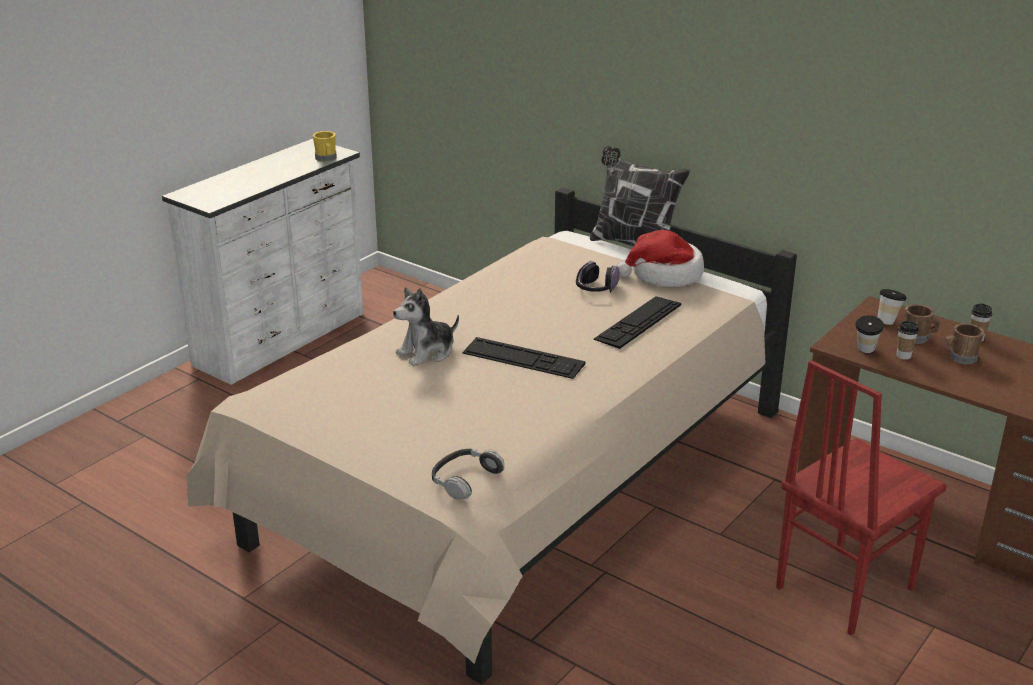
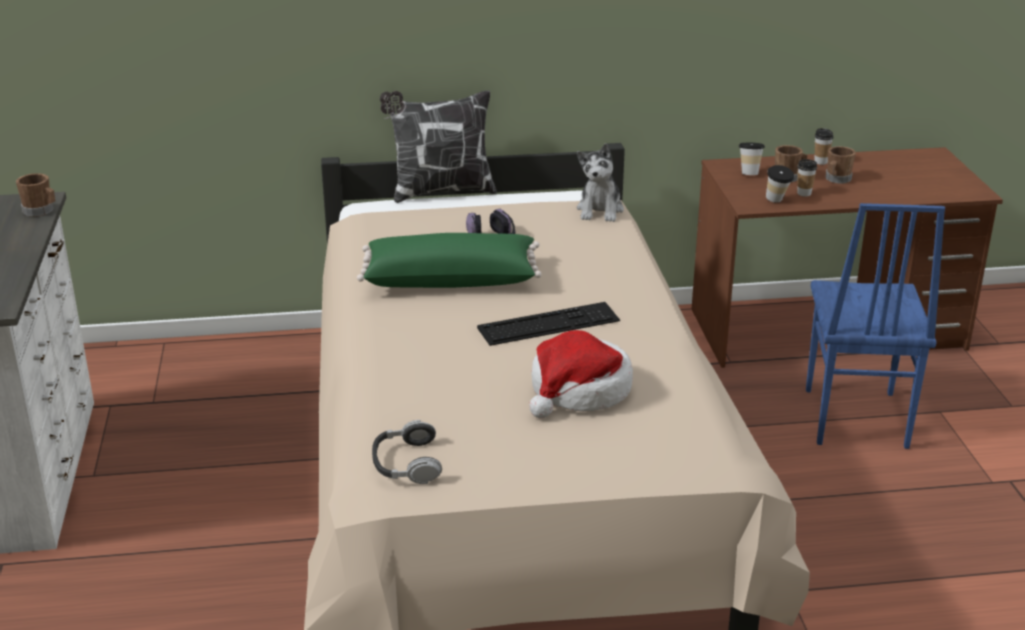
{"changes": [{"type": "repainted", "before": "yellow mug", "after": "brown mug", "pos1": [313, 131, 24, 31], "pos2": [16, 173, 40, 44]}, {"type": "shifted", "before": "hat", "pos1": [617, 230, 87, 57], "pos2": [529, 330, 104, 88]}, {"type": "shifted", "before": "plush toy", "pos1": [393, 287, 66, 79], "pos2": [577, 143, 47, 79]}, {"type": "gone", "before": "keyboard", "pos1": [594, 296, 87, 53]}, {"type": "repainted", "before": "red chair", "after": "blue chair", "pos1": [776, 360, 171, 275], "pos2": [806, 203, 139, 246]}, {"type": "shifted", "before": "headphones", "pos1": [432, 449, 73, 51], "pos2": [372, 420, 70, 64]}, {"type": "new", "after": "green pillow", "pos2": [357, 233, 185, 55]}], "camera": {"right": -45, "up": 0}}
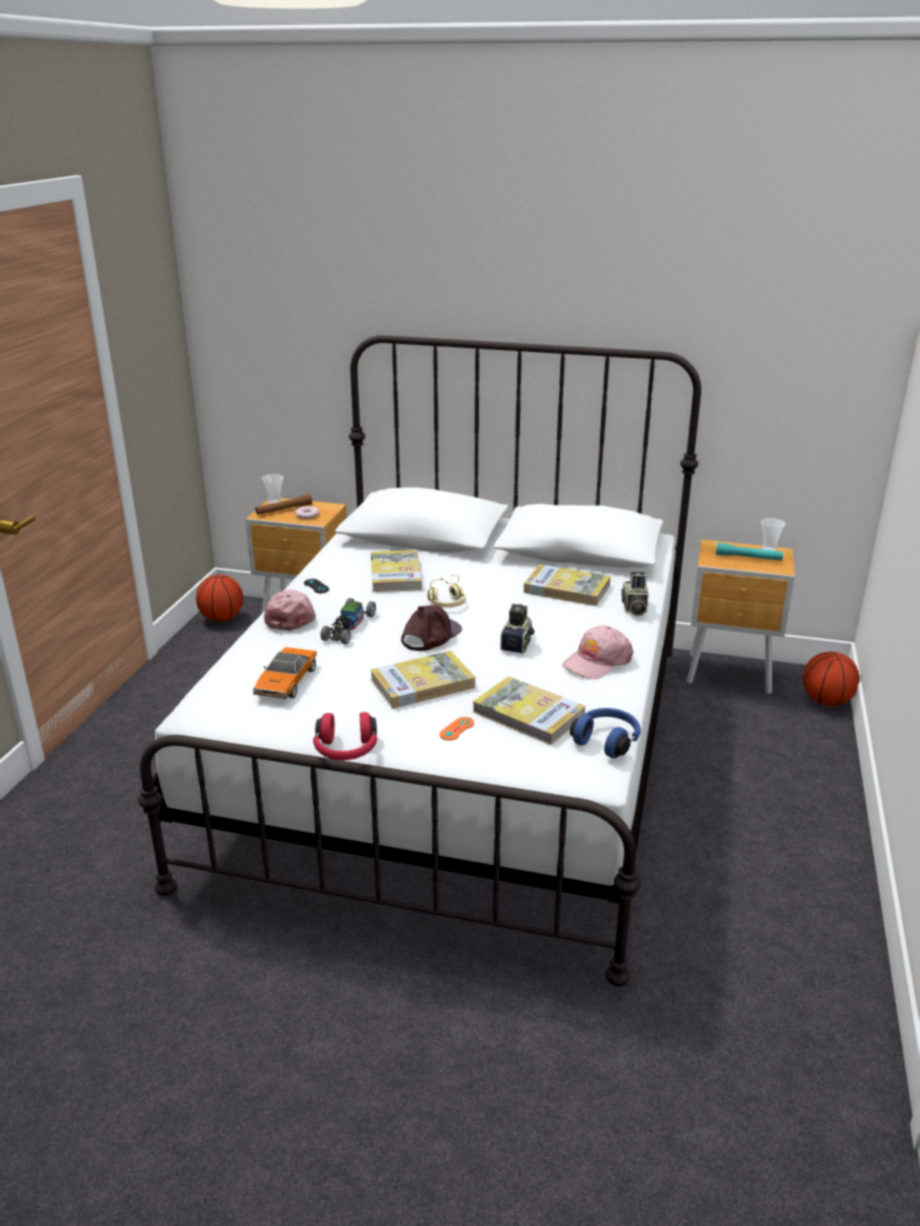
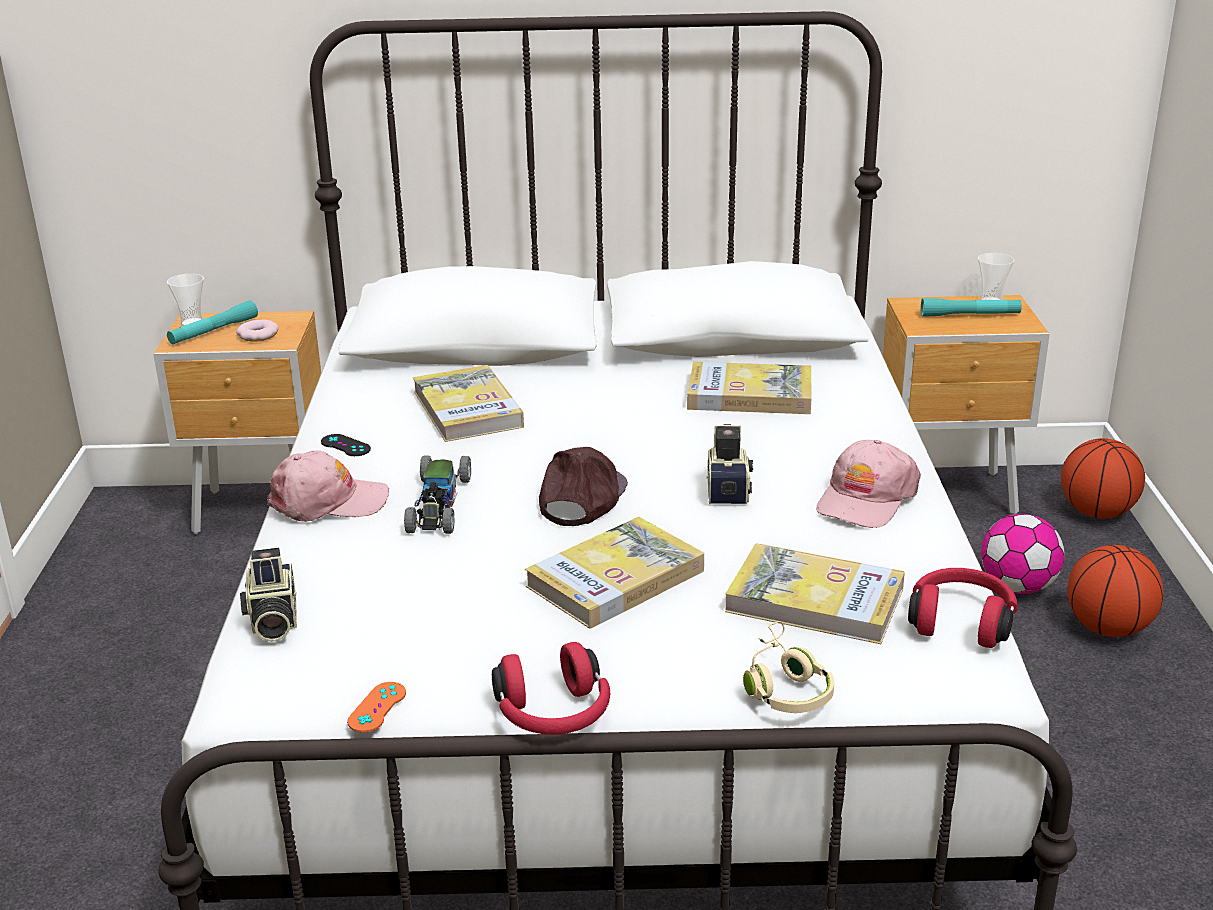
{"changes": [{"type": "repainted", "before": "brown flashlight", "after": "turquoise flashlight", "pos1": [255, 494, 57, 21], "pos2": [167, 300, 91, 44]}, {"type": "shifted", "before": "photo camera", "pos1": [621, 572, 28, 44], "pos2": [240, 548, 57, 94]}, {"type": "shifted", "before": "basketball", "pos1": [196, 575, 47, 47], "pos2": [1067, 545, 96, 92]}, {"type": "shifted", "before": "beige headphones", "pos1": [428, 575, 38, 33], "pos2": [743, 621, 91, 92]}, {"type": "rotated", "before": "pink cap", "pos1": [264, 589, 52, 42], "pos2": [267, 451, 122, 71], "turn": 105}, {"type": "gone", "before": "toy car", "pos1": [253, 647, 64, 52]}, {"type": "repainted", "before": "blue headphones", "after": "red headphones", "pos1": [570, 708, 71, 50], "pos2": [908, 568, 110, 80]}, {"type": "shifted", "before": "orange game controller", "pos1": [440, 717, 34, 24], "pos2": [347, 682, 59, 50]}, {"type": "new", "after": "football", "pos2": [981, 514, 84, 80]}], "camera": {"right": -15, "up": 0}}
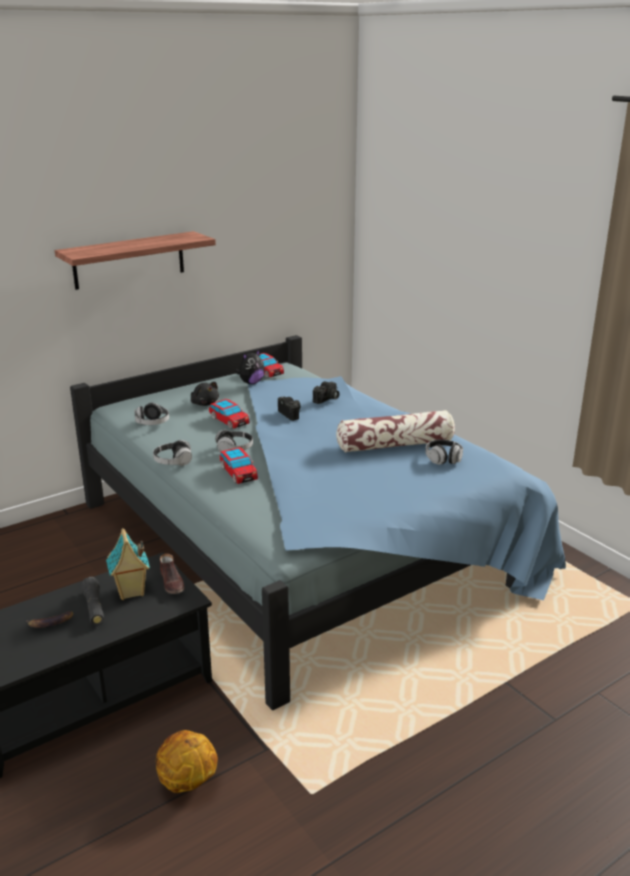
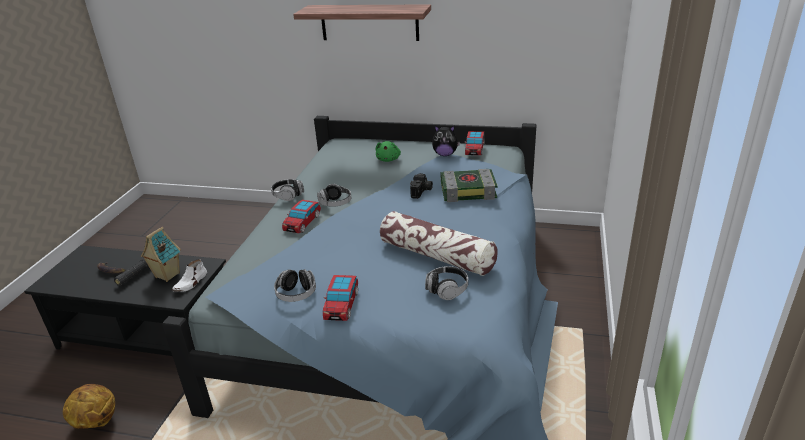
{"changes": [{"type": "swapped", "before": "photo camera", "after": "book", "pos1": [313, 381, 27, 23], "pos2": [441, 169, 57, 33]}, {"type": "repainted", "before": "black plush toy", "after": "green plush toy", "pos1": [191, 382, 28, 24], "pos2": [376, 141, 25, 21]}, {"type": "shifted", "before": "toy car", "pos1": [209, 399, 41, 30], "pos2": [323, 275, 35, 46]}, {"type": "shifted", "before": "headphones", "pos1": [134, 403, 35, 22], "pos2": [274, 269, 42, 33]}, {"type": "repainted", "before": "brown shoe", "after": "white shoe", "pos1": [160, 554, 25, 40], "pos2": [172, 259, 35, 33]}], "camera": {"right": 50, "up": 5}}
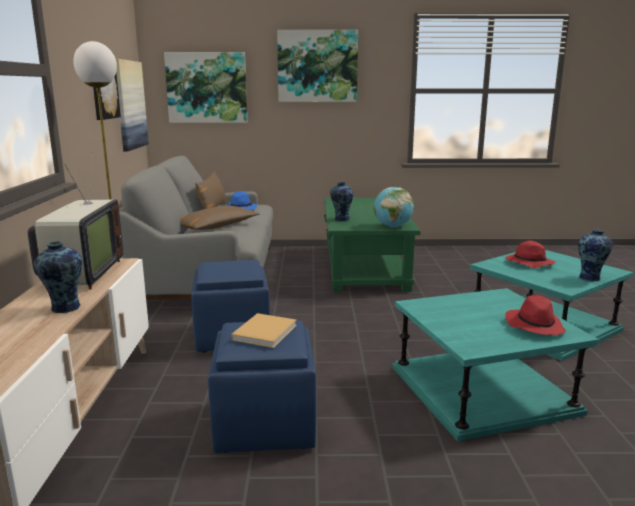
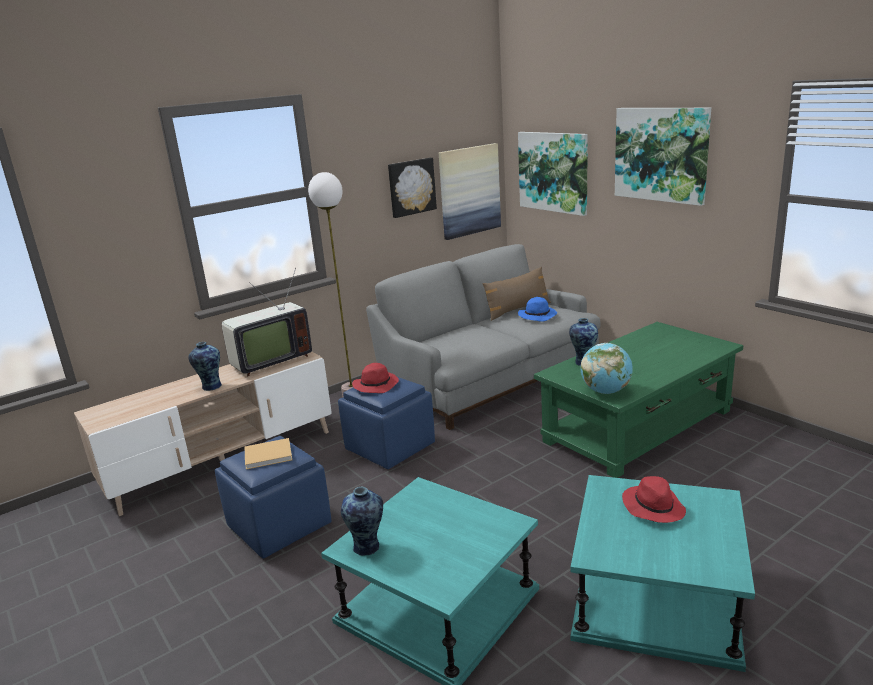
{"changes": [{"type": "gone", "before": "brown pillow", "pos1": [180, 206, 80, 24]}, {"type": "shifted", "before": "vase", "pos1": [578, 229, 35, 52], "pos2": [341, 487, 42, 69]}, {"type": "shifted", "before": "red hat", "pos1": [505, 296, 61, 39], "pos2": [352, 363, 47, 30]}], "camera": {"right": 55, "up": 5}}
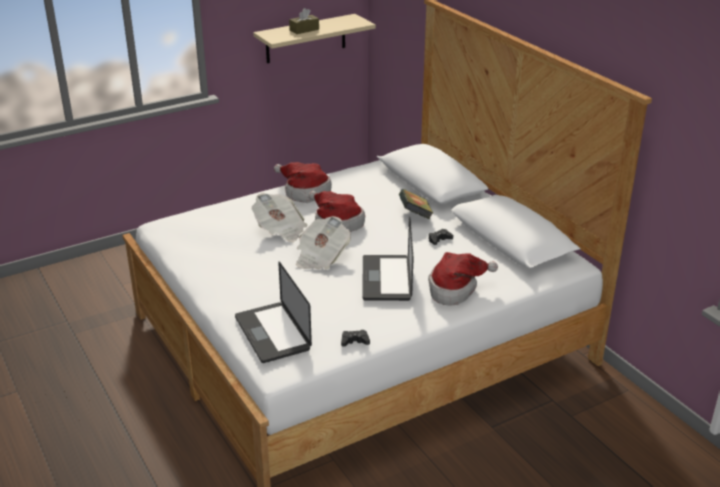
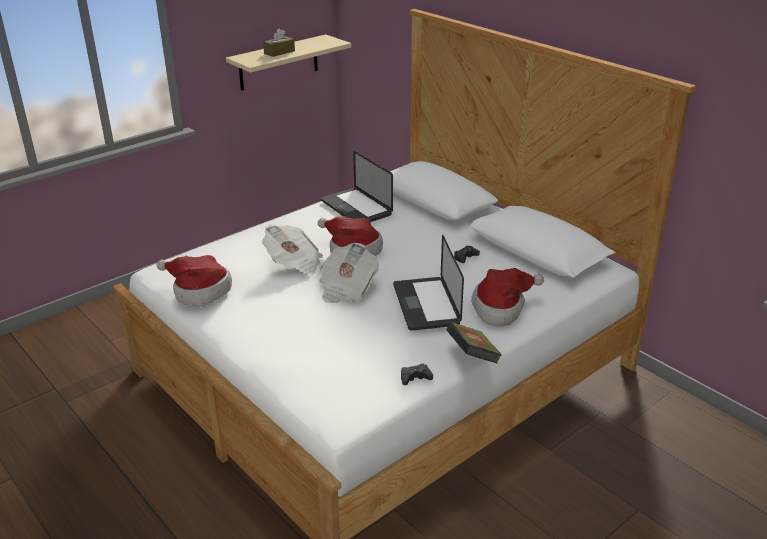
{"changes": [{"type": "shifted", "before": "hat", "pos1": [274, 162, 58, 41], "pos2": [157, 255, 75, 52]}, {"type": "shifted", "before": "book", "pos1": [399, 189, 34, 30], "pos2": [446, 322, 56, 42]}, {"type": "shifted", "before": "laptop", "pos1": [235, 262, 77, 101], "pos2": [321, 151, 72, 71]}], "camera": {"right": -10, "up": 0}}
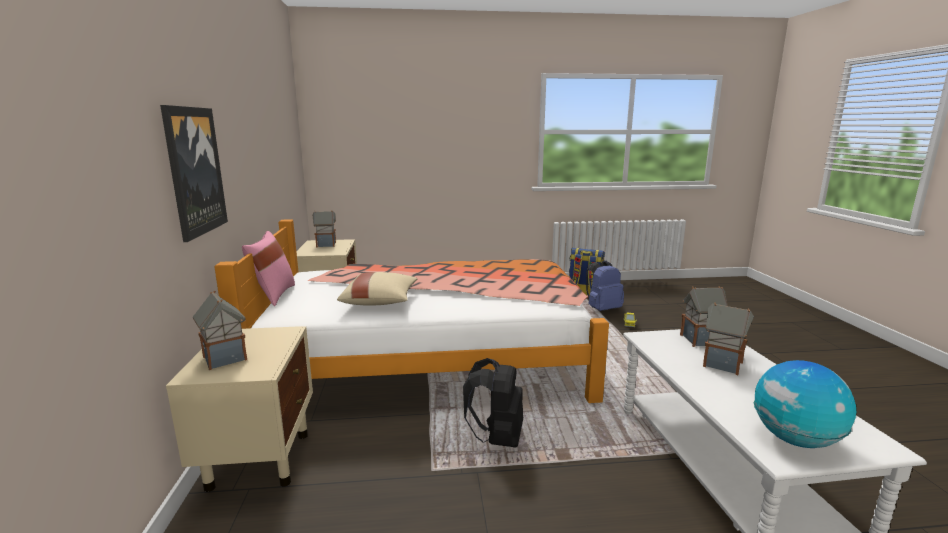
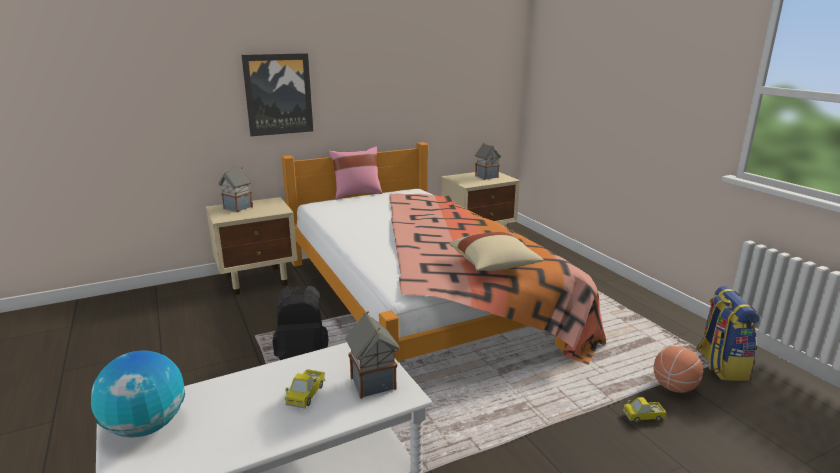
{"changes": [{"type": "swapped", "before": "blue backpack", "after": "basketball", "pos1": [586, 260, 38, 51], "pos2": [654, 346, 49, 47]}, {"type": "shifted", "before": "beige pillow", "pos1": [337, 272, 80, 34], "pos2": [449, 232, 95, 39]}, {"type": "swapped", "before": "toy house", "after": "toy truck", "pos1": [703, 302, 51, 73], "pos2": [285, 369, 40, 40]}], "camera": {"right": 70, "up": 5}}
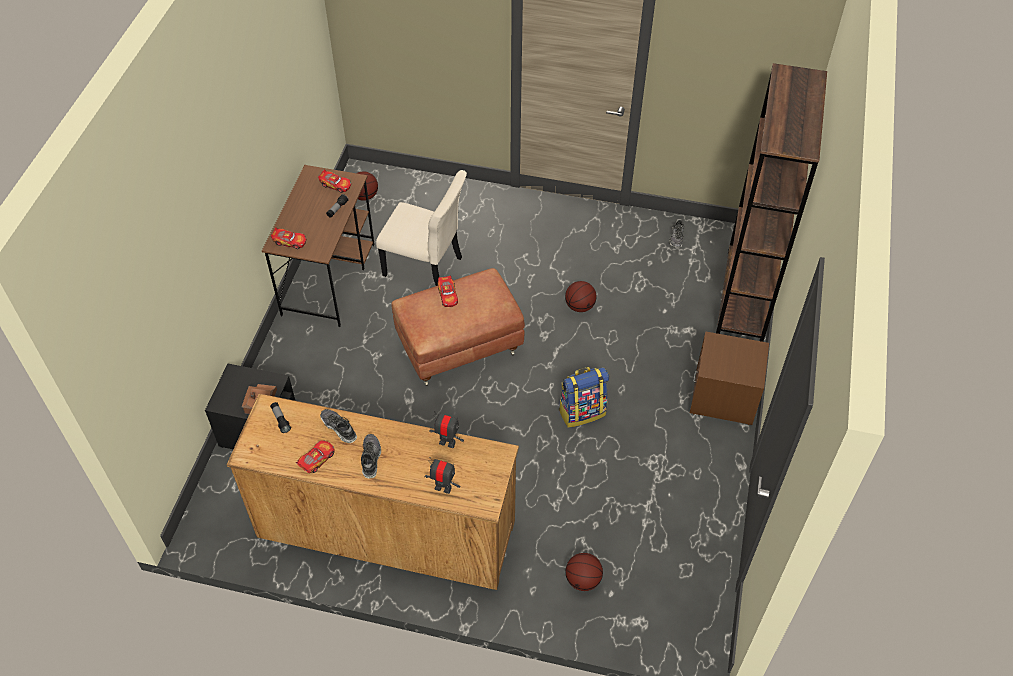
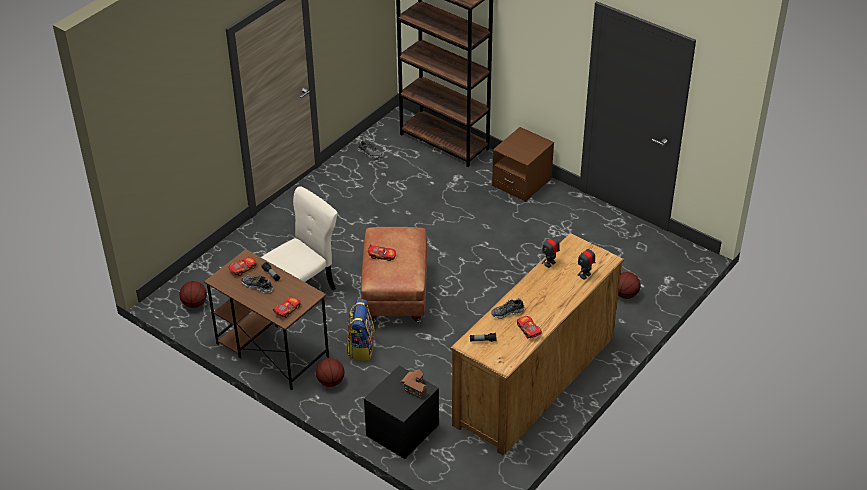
{"changes": [{"type": "shifted", "before": "basketball", "pos1": [565, 281, 32, 31], "pos2": [316, 358, 29, 29]}, {"type": "shifted", "before": "backpack", "pos1": [559, 367, 50, 61], "pos2": [347, 299, 28, 62]}, {"type": "shifted", "before": "shoe", "pos1": [361, 434, 20, 44], "pos2": [241, 276, 33, 17]}], "camera": {"right": -65, "up": -10}}
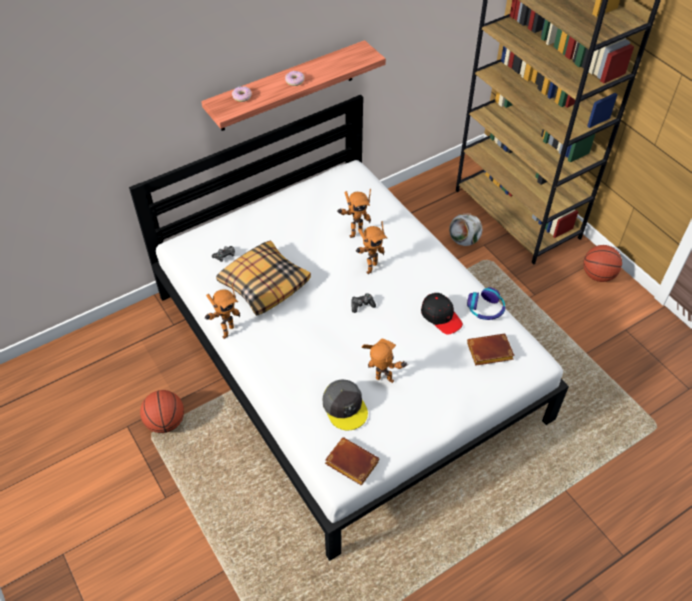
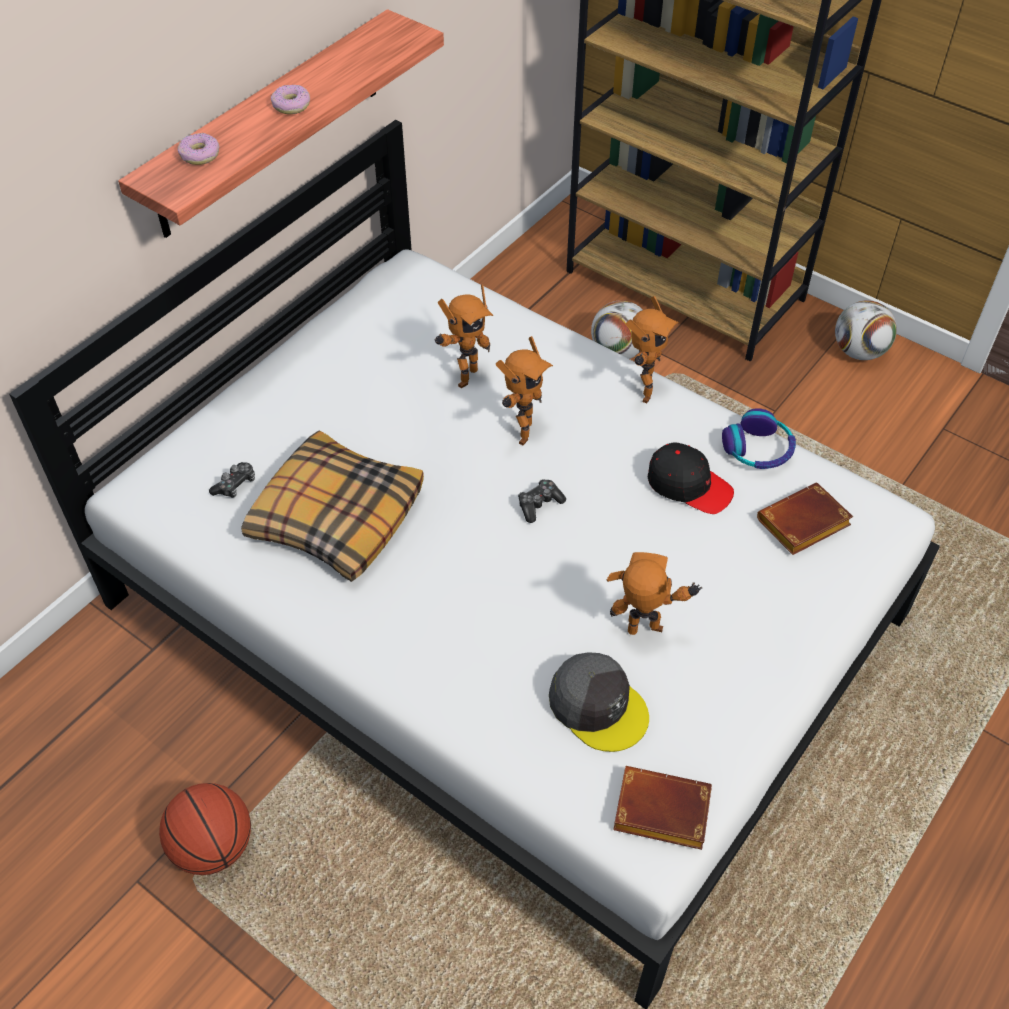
{"changes": [{"type": "swapped", "before": "basketball", "after": "football", "pos1": [583, 245, 39, 37], "pos2": [835, 300, 62, 60]}, {"type": "shifted", "before": "toy robot", "pos1": [205, 283, 35, 56], "pos2": [626, 296, 53, 107]}], "camera": {"right": -20, "up": 0}}
